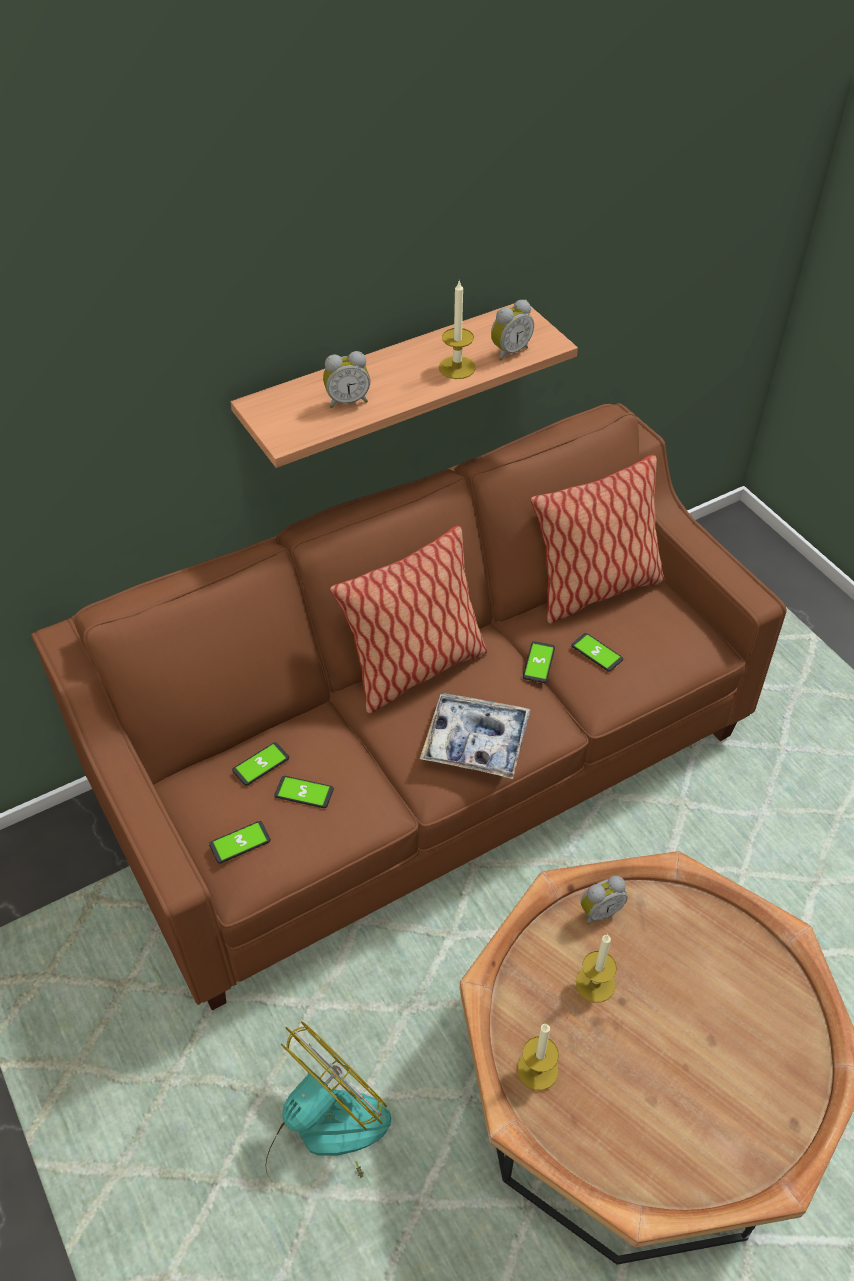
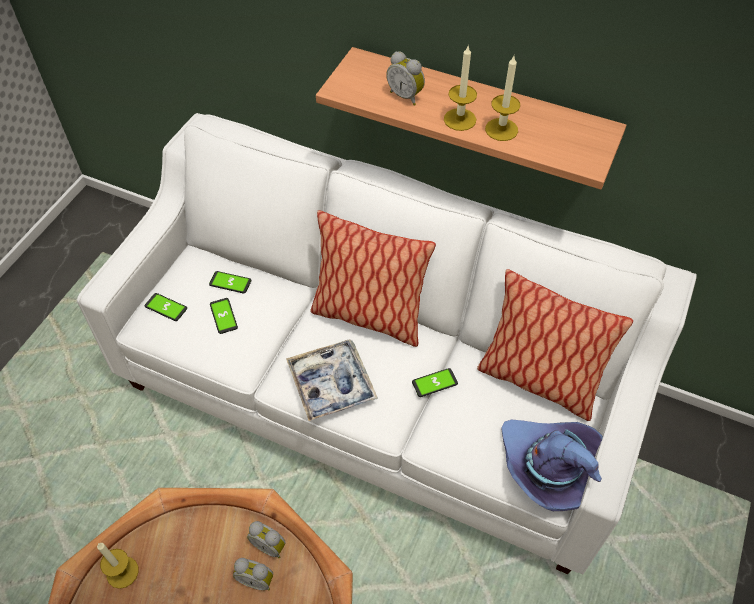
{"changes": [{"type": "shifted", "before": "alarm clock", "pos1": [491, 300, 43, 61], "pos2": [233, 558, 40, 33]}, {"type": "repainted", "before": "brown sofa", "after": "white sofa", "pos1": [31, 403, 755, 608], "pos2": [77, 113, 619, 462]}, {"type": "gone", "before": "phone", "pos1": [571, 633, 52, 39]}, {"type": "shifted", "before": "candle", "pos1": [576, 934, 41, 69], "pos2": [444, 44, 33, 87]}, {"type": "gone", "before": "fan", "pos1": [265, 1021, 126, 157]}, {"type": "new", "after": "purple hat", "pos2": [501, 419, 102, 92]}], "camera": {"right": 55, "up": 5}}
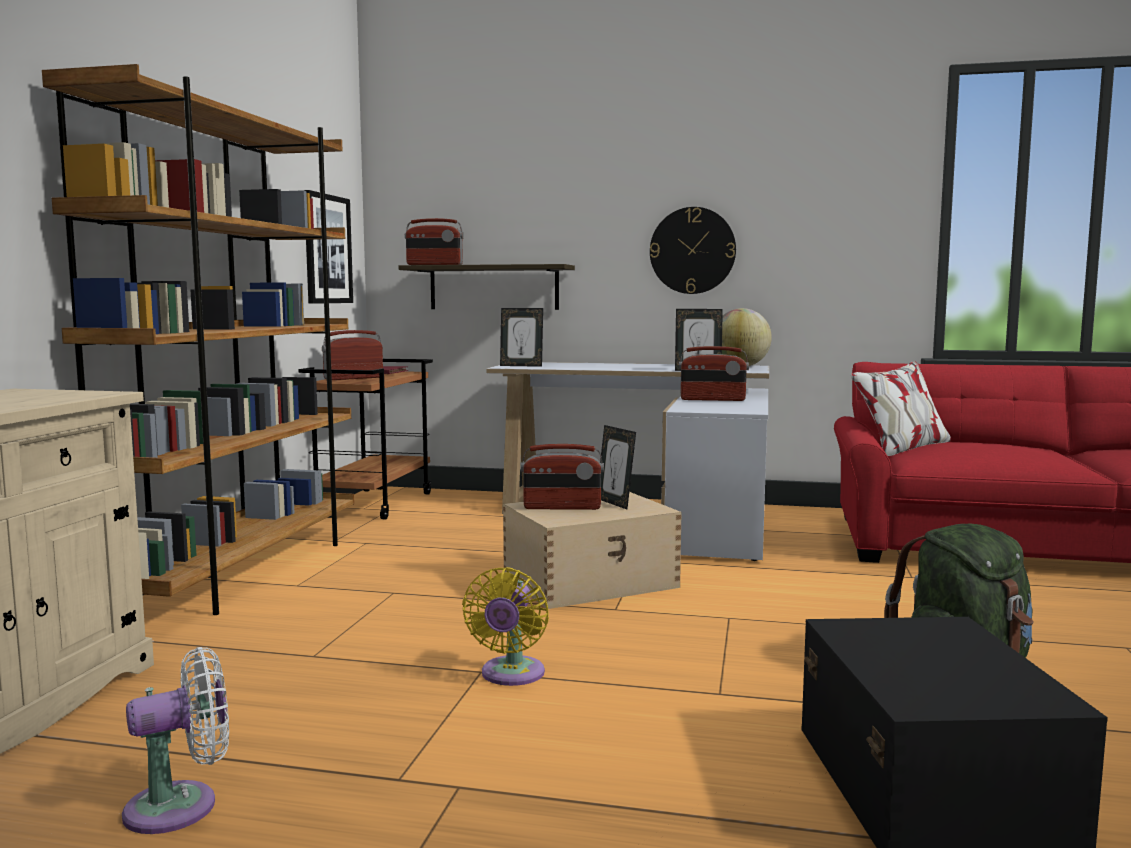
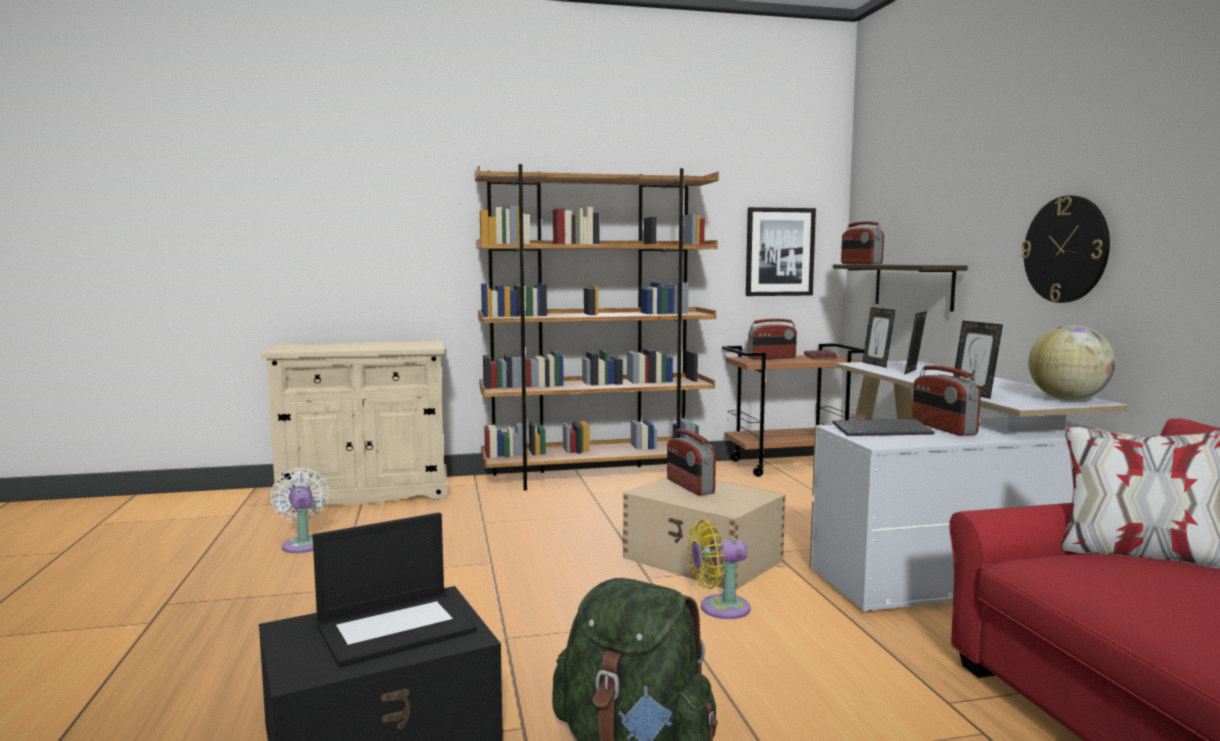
{"changes": [{"type": "rotated", "before": "radio", "pos1": [322, 330, 61, 50], "pos2": [748, 319, 49, 41], "turn": 135}, {"type": "shifted", "before": "picture frame", "pos1": [600, 425, 36, 84], "pos2": [904, 311, 23, 64]}, {"type": "shifted", "before": "yellow fan", "pos1": [462, 567, 87, 119], "pos2": [688, 520, 63, 99]}, {"type": "rotated", "before": "white fan", "pos1": [122, 647, 107, 187], "pos2": [271, 468, 58, 85], "turn": -150}, {"type": "new", "after": "keyboard", "pos2": [832, 419, 103, 17]}, {"type": "new", "after": "laptop", "pos2": [313, 512, 164, 155]}], "camera": {"right": 65, "up": 0}}
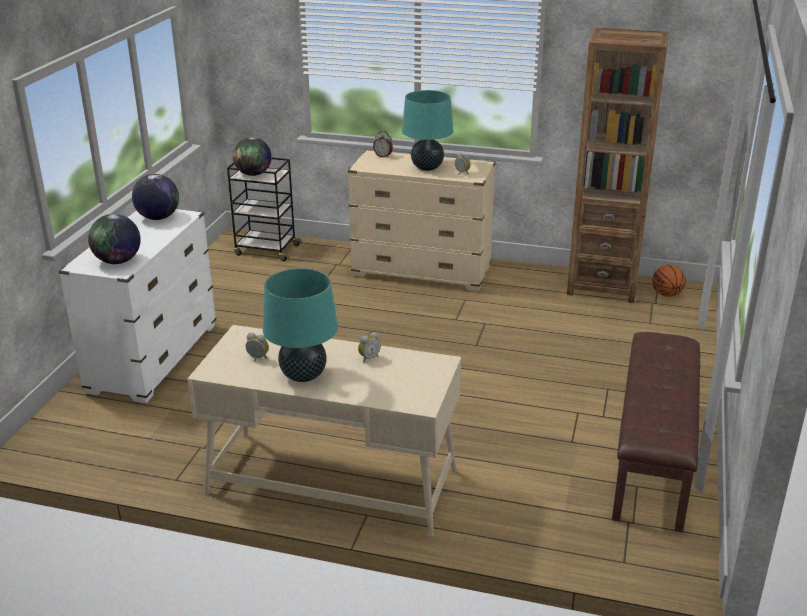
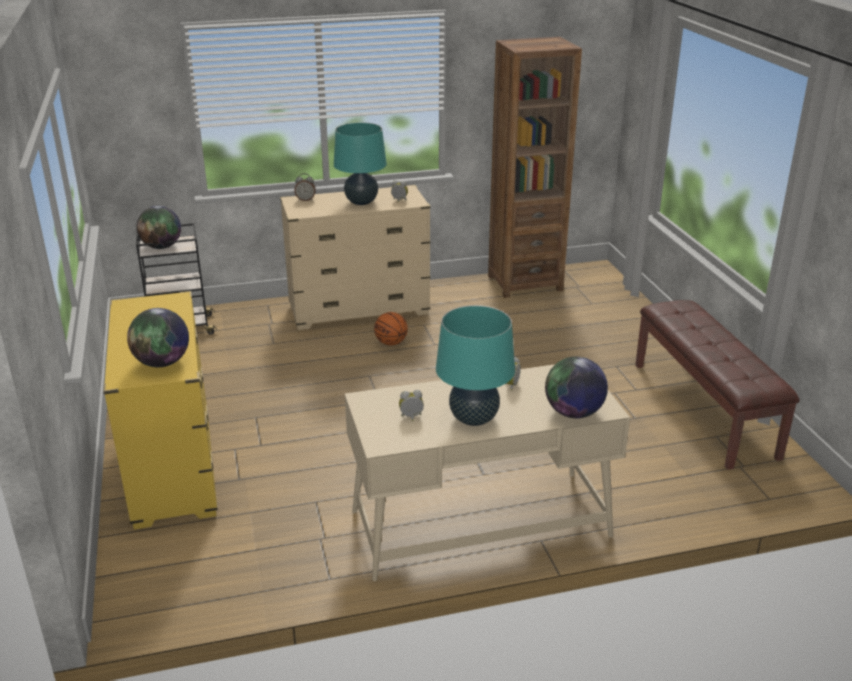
{"changes": [{"type": "shifted", "before": "globe", "pos1": [132, 174, 47, 46], "pos2": [545, 356, 63, 62]}, {"type": "repainted", "before": "white dresser", "after": "yellow dresser", "pos1": [58, 209, 158, 194], "pos2": [103, 291, 115, 238]}, {"type": "shifted", "before": "basketball", "pos1": [652, 265, 34, 32], "pos2": [374, 312, 34, 33]}], "camera": {"right": -30, "up": 0}}
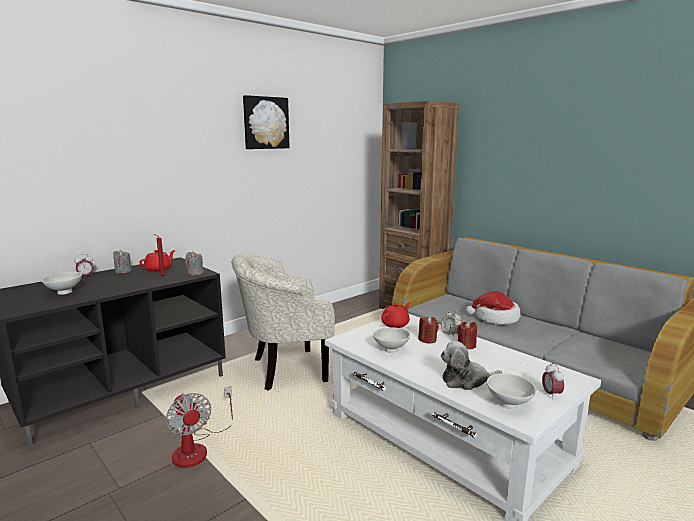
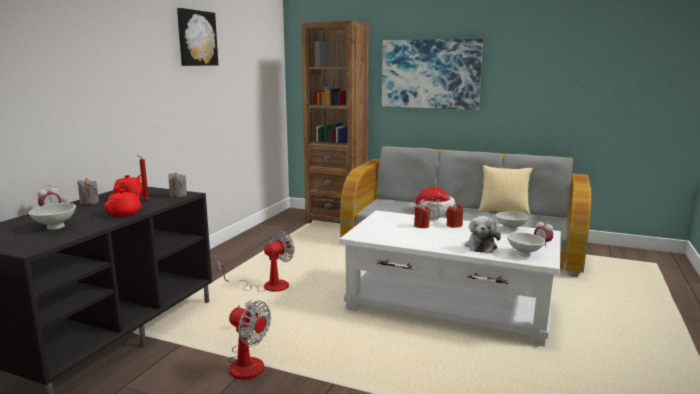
{"changes": [{"type": "swapped", "before": "beige armchair", "after": "fan", "pos1": [231, 254, 104, 136], "pos2": [217, 231, 77, 61]}, {"type": "shifted", "before": "red teapot", "pos1": [381, 302, 29, 26], "pos2": [104, 188, 37, 29]}, {"type": "shifted", "before": "white bowl", "pos1": [373, 327, 38, 26], "pos2": [496, 212, 33, 19]}, {"type": "rotated", "before": "plush toy", "pos1": [441, 341, 61, 49], "pos2": [465, 216, 36, 37], "turn": -45}, {"type": "new", "after": "picture", "pos2": [382, 39, 101, 71]}, {"type": "new", "after": "pillow", "pos2": [479, 165, 53, 51]}], "camera": {"right": -25, "up": 0}}
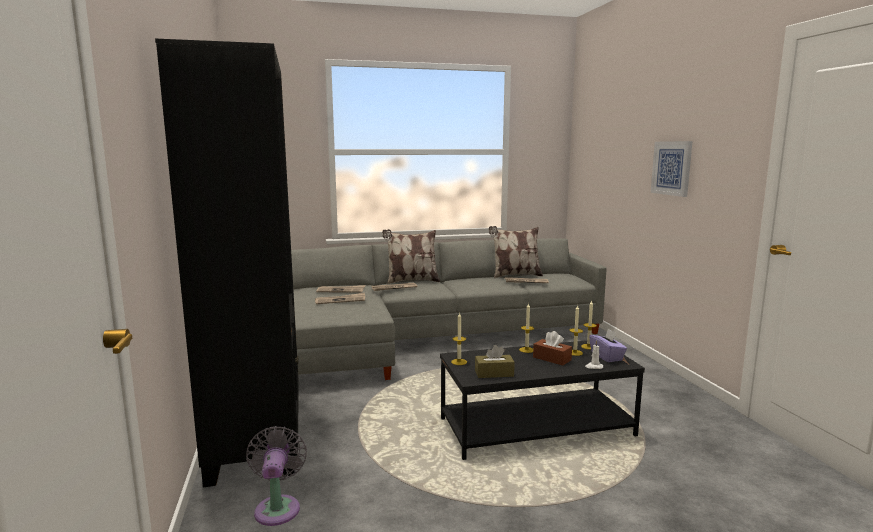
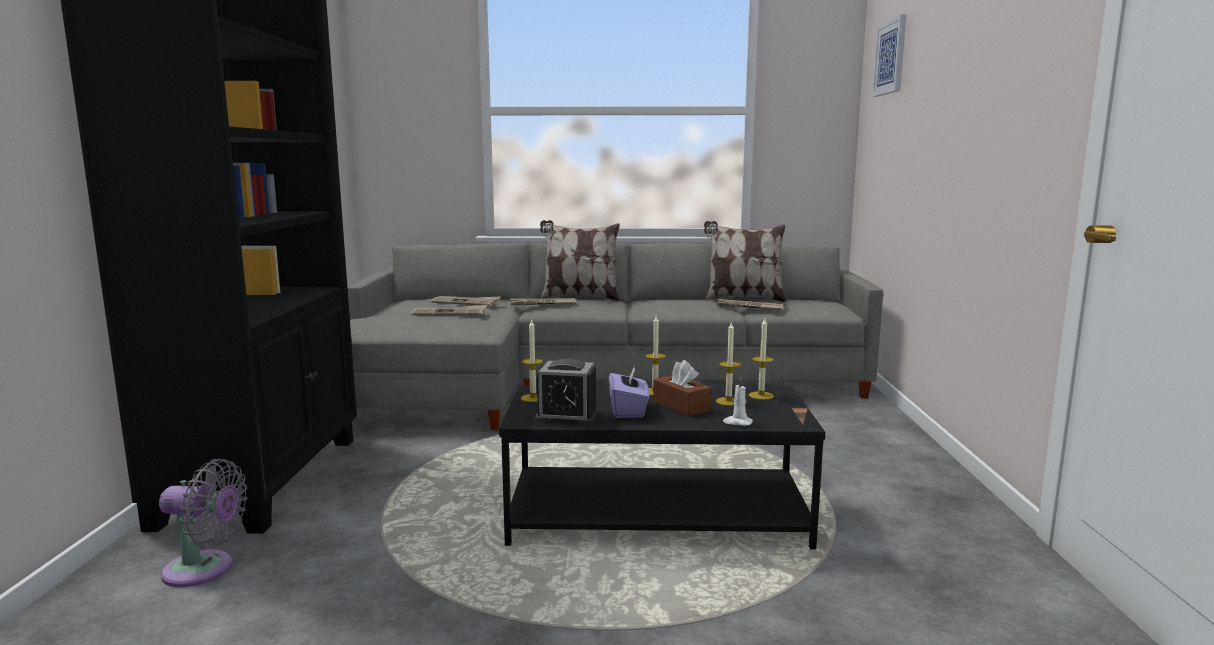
{"changes": [{"type": "shifted", "before": "picture", "pos1": [651, 141, 41, 56], "pos2": [872, 15, 34, 82]}, {"type": "shifted", "before": "purple tissue box", "pos1": [589, 329, 38, 33], "pos2": [609, 366, 40, 52]}, {"type": "swapped", "before": "brown tissue box", "after": "alarm clock", "pos1": [475, 345, 40, 33], "pos2": [535, 359, 64, 66]}, {"type": "rotated", "before": "grey fan", "pos1": [246, 426, 61, 100], "pos2": [159, 459, 88, 128], "turn": 90}], "camera": {"right": 15, "up": 0}}
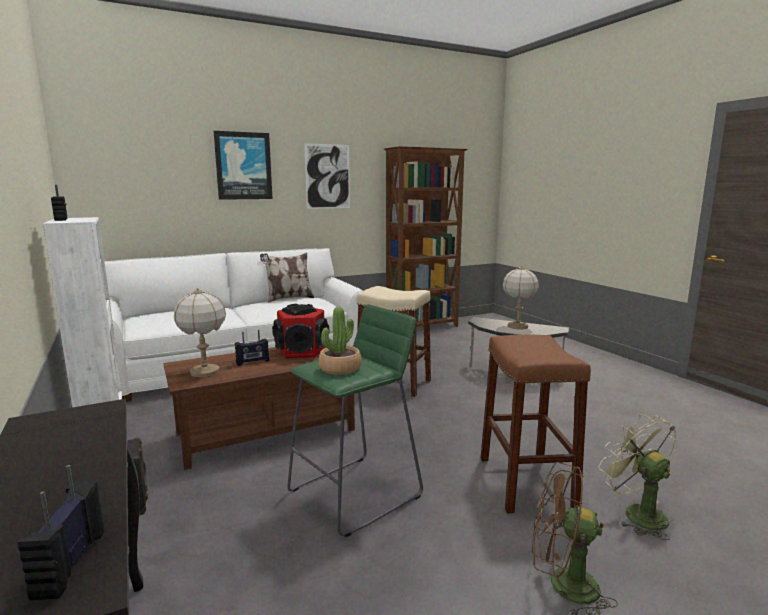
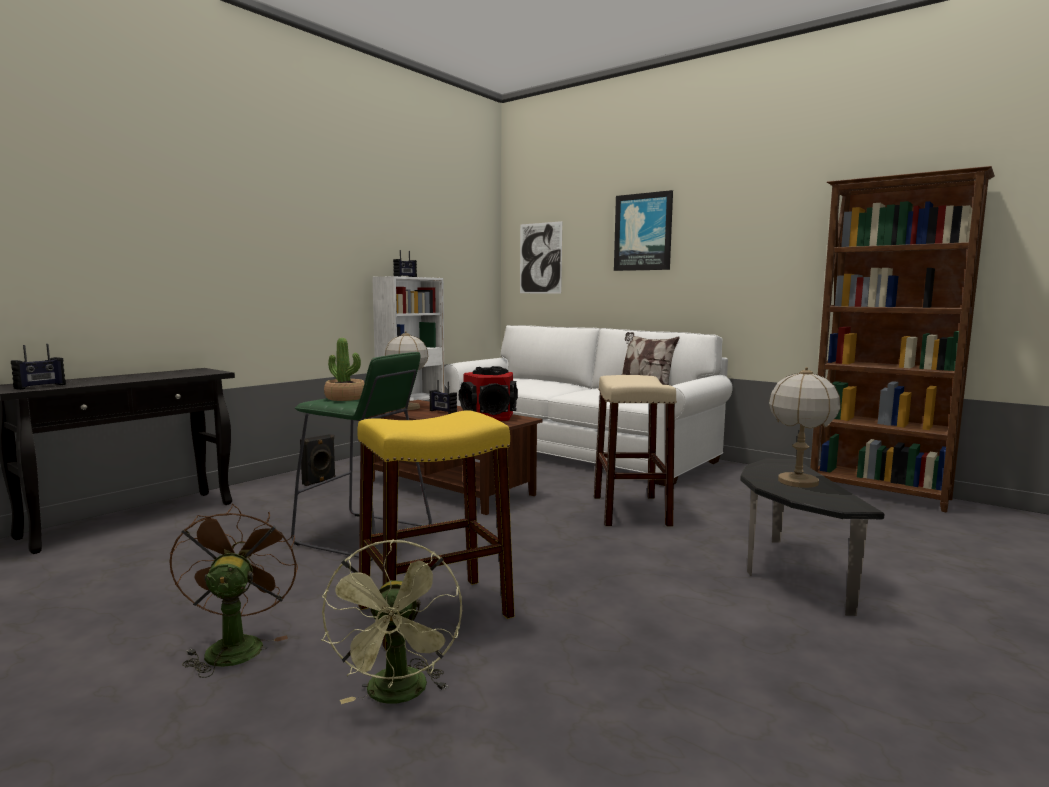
{"changes": [{"type": "shifted", "before": "picture", "pos1": [304, 143, 46, 66], "pos2": [520, 221, 42, 73]}, {"type": "repainted", "before": "brown stool", "after": "yellow stool", "pos1": [481, 335, 110, 178], "pos2": [357, 410, 157, 241]}, {"type": "rotated", "before": "green fan", "pos1": [599, 414, 77, 126], "pos2": [321, 539, 141, 165], "turn": 135}, {"type": "rotated", "before": "radio", "pos1": [18, 465, 86, 136], "pos2": [11, 344, 55, 46], "turn": 150}], "camera": {"right": 65, "up": -5}}
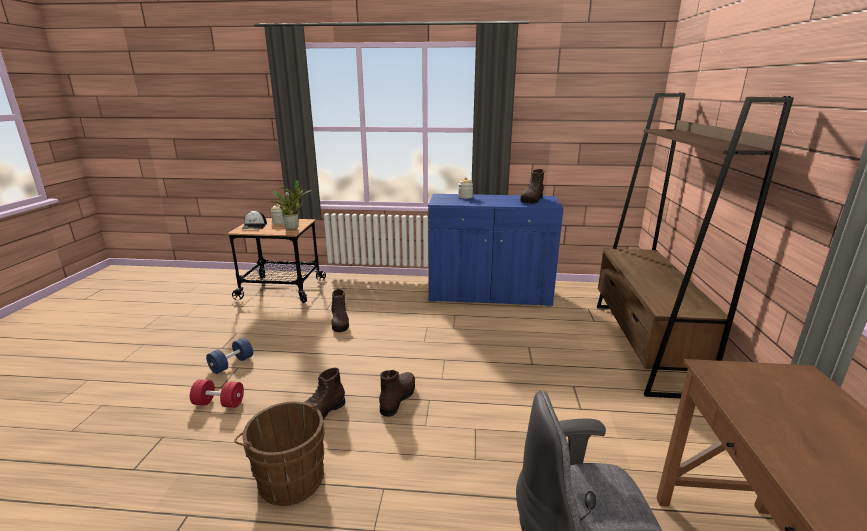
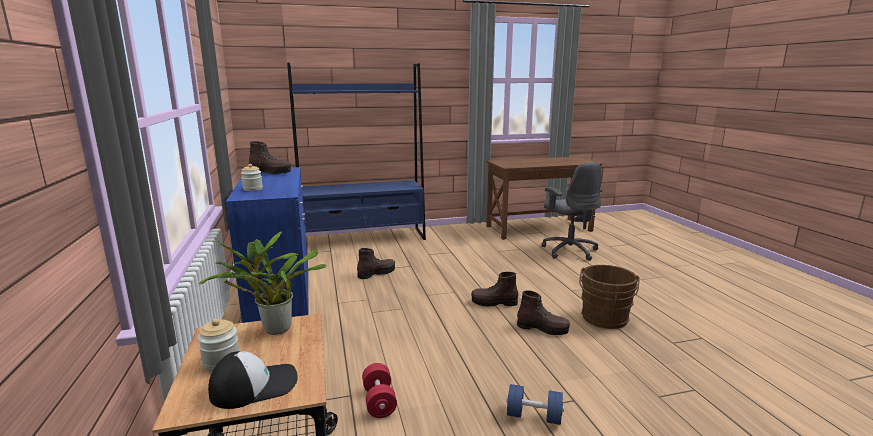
{"changes": [{"type": "repainted", "before": "brown bookcase", "after": "blue bookcase", "pos1": [597, 93, 197, 306], "pos2": [287, 63, 139, 177]}, {"type": "shifted", "before": "brown boot", "pos1": [330, 289, 19, 43], "pos2": [357, 248, 38, 31]}, {"type": "shifted", "before": "red dumbbell", "pos1": [190, 379, 54, 29], "pos2": [362, 363, 35, 55]}], "camera": {"right": -110, "up": -5}}
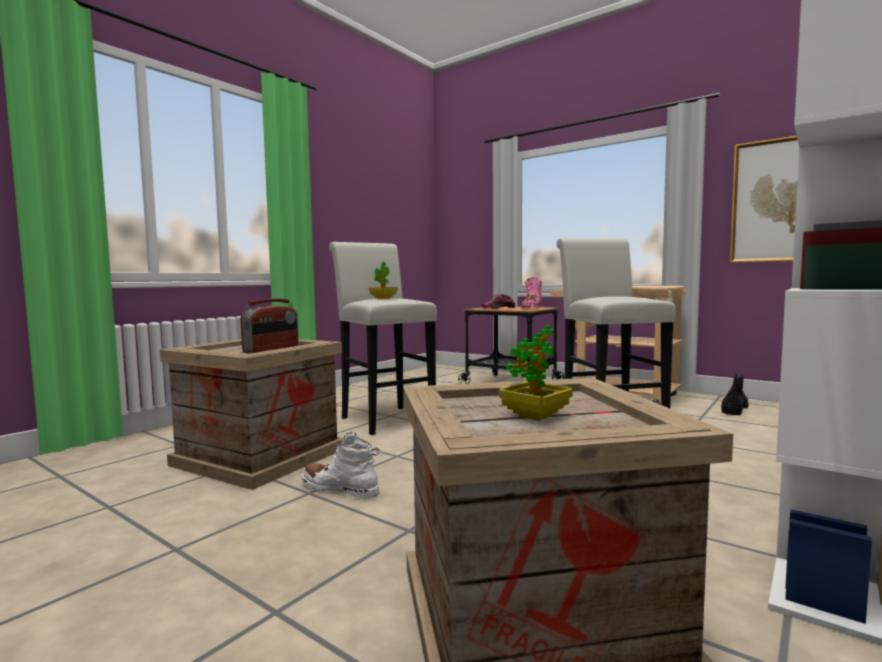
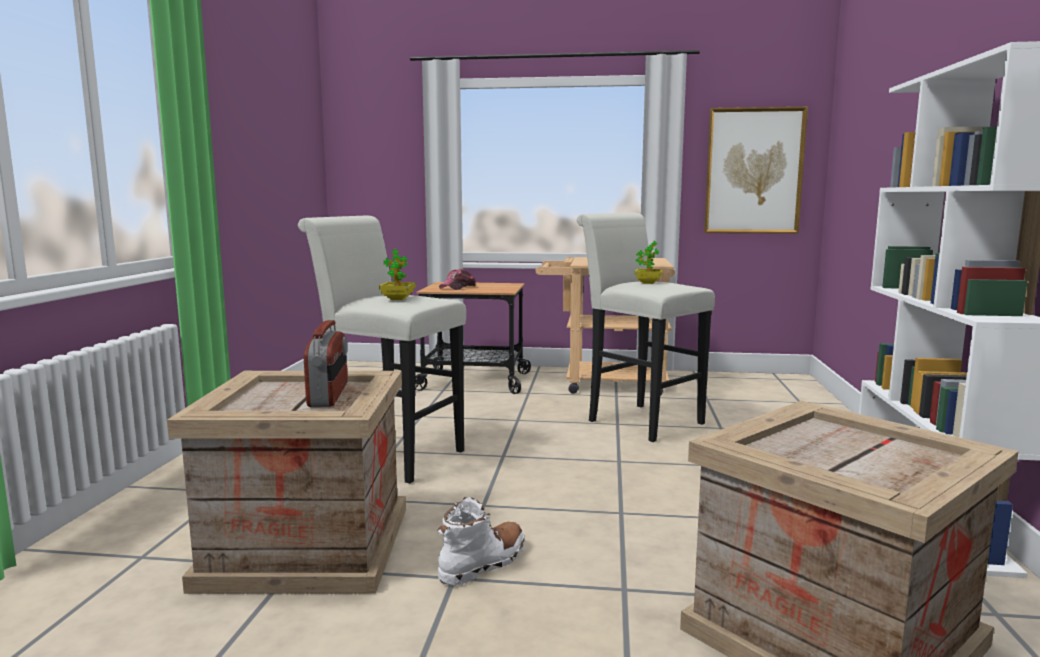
{"changes": [{"type": "gone", "before": "pink boot", "pos1": [521, 277, 21, 32]}, {"type": "shifted", "before": "potted plant", "pos1": [499, 325, 74, 96], "pos2": [635, 241, 27, 43]}, {"type": "gone", "before": "black boot", "pos1": [721, 373, 27, 42]}, {"type": "rotated", "before": "white boot", "pos1": [301, 432, 80, 67], "pos2": [437, 497, 88, 89], "turn": 135}], "camera": {"right": -30, "up": 5}}
